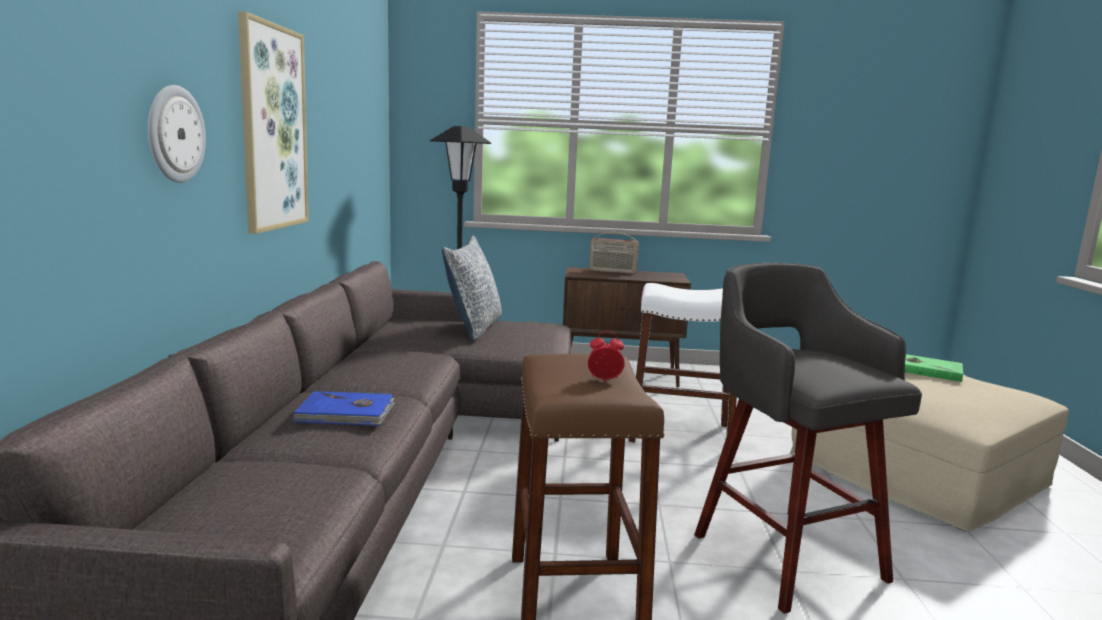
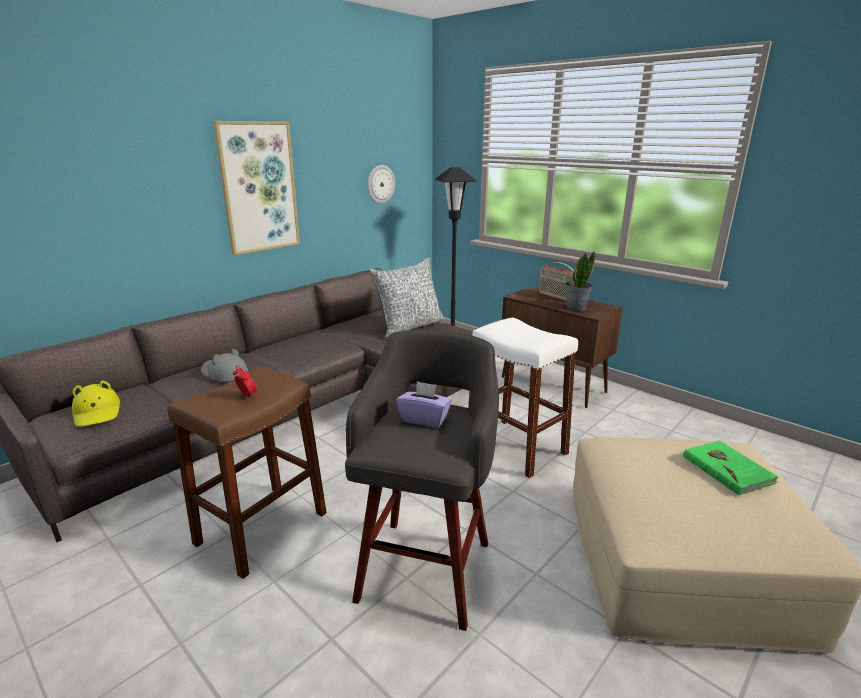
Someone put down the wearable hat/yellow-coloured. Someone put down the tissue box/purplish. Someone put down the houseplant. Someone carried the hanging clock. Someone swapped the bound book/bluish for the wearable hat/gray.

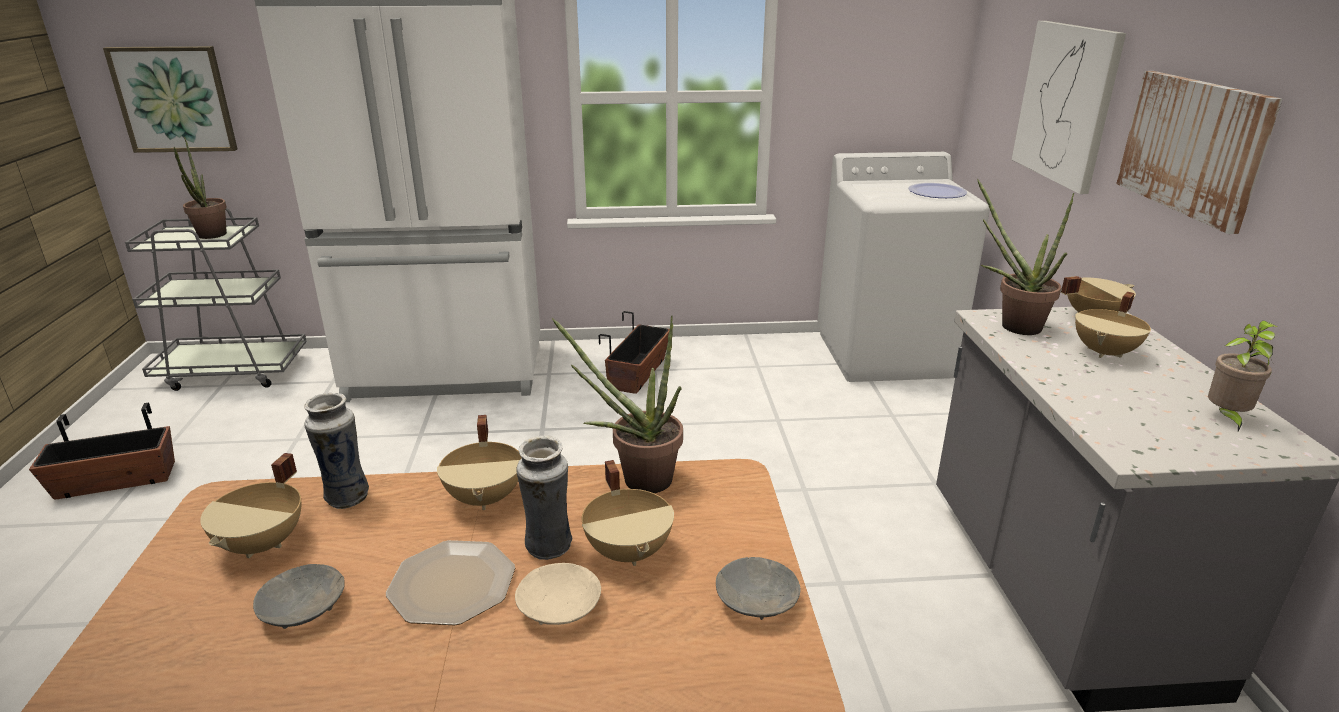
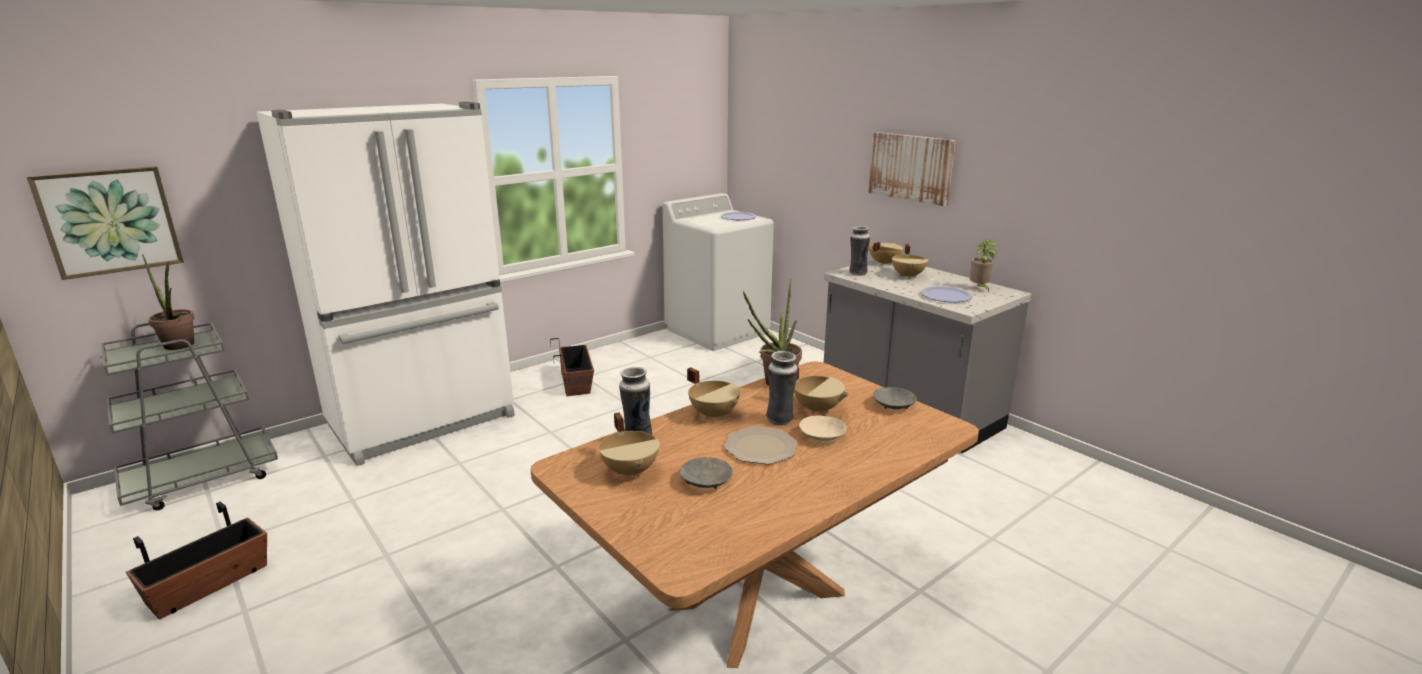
Someone took away the wall picture (2nd from left). Someone put down the plate (3rd from left). Someone swapped the houseplant (3rd from left) for the flower vase (3rd from left).

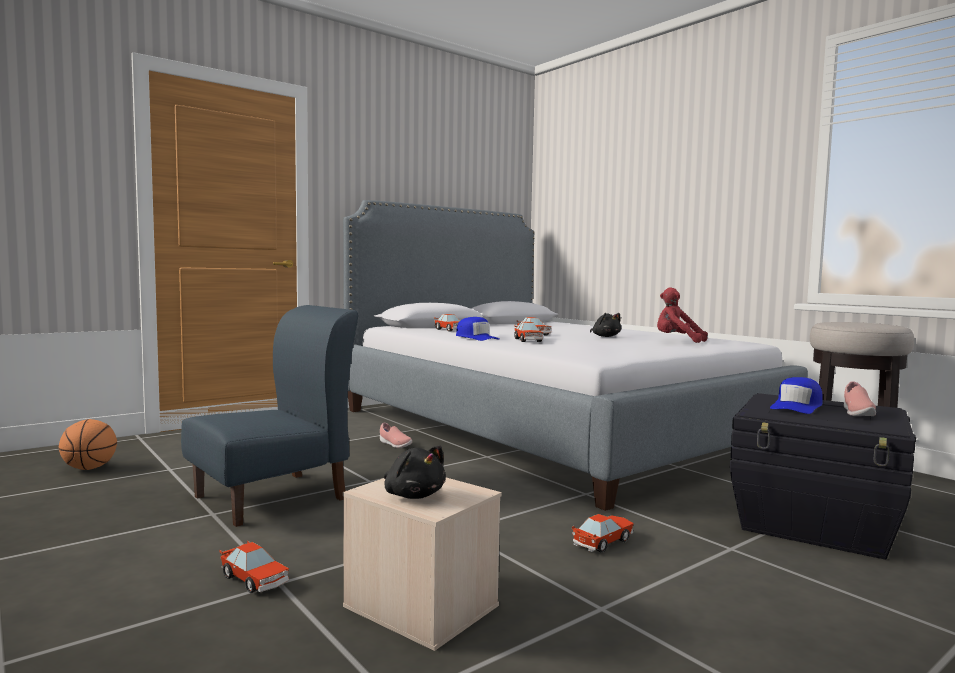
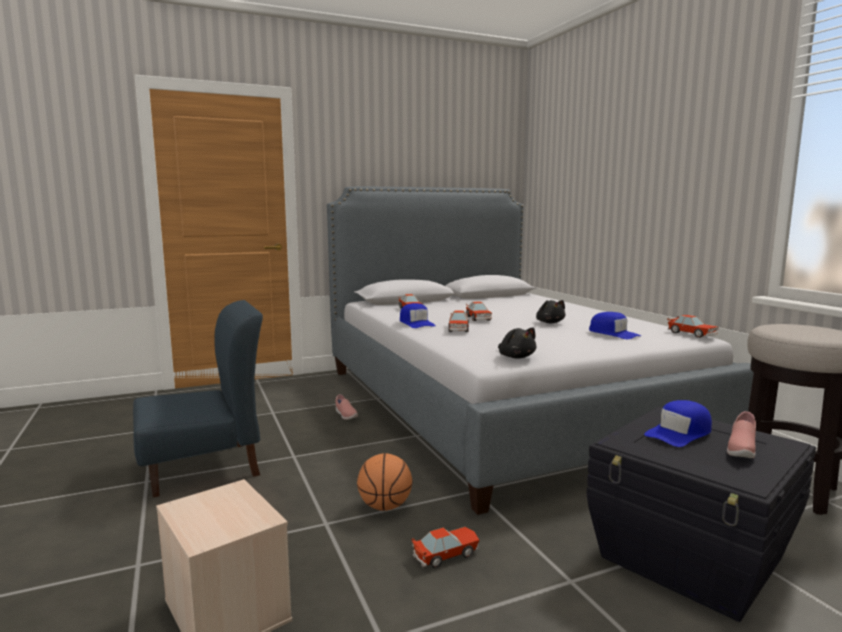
Someone carried the basketball ball. Someone carried the toy car (1st from left in the first image). Someone carried the soft toy/blackish (1st from left). Someone swapped the soft toy/red-coloured for the baseball cap/bluish (2nd from left).

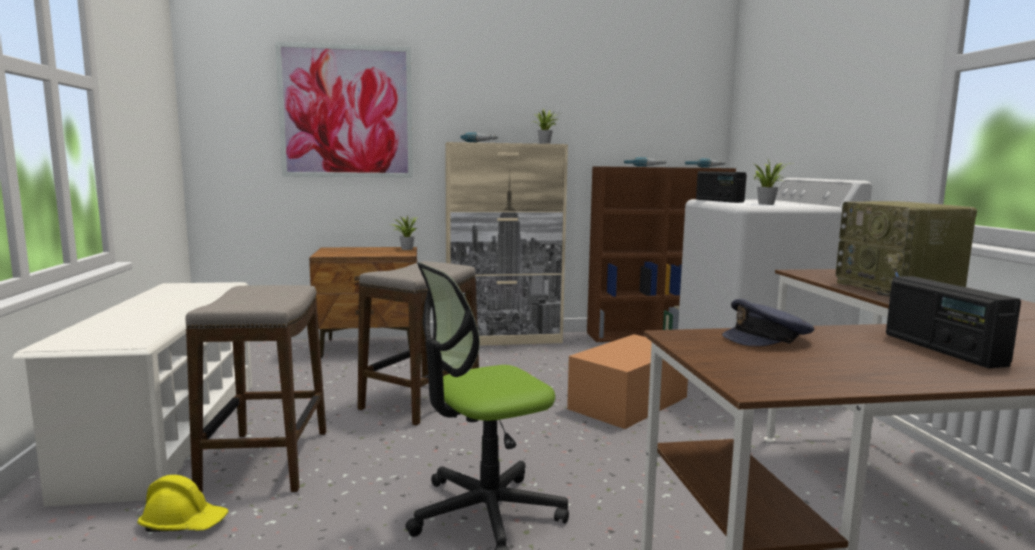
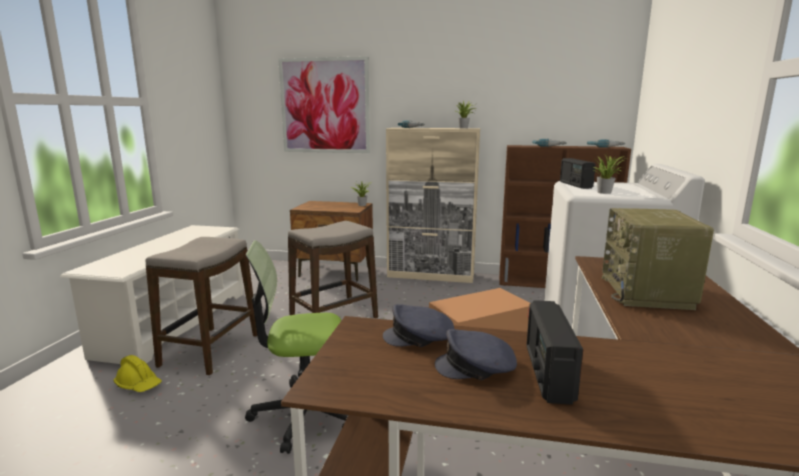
Someone put down the baseball cap/gray (2nd from left).

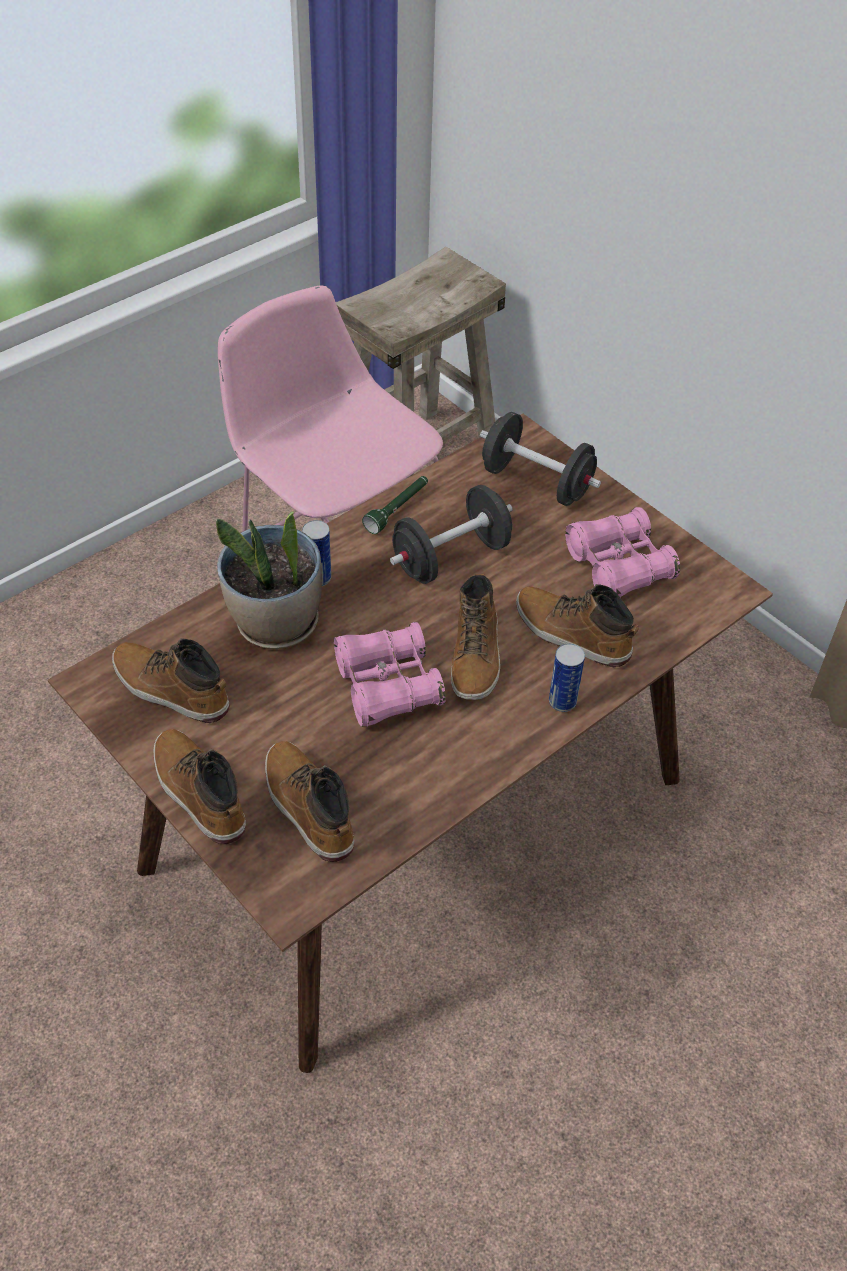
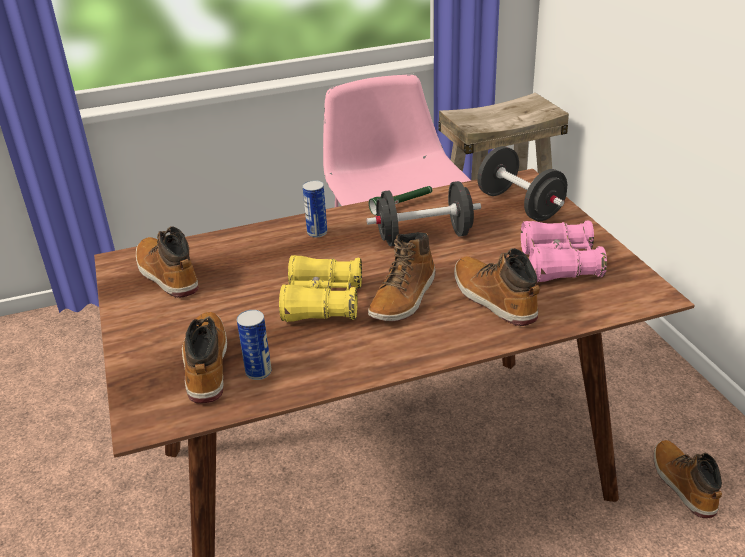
Someone took away the houseplant. Someone carried the boot (2nd from left in the first image). Someone carried the sealed can (2nd from left in the first image). Someone repainted the pair of binoculars/pinkish (1st from left), which became the pair of binoculars/yellow-coloured.

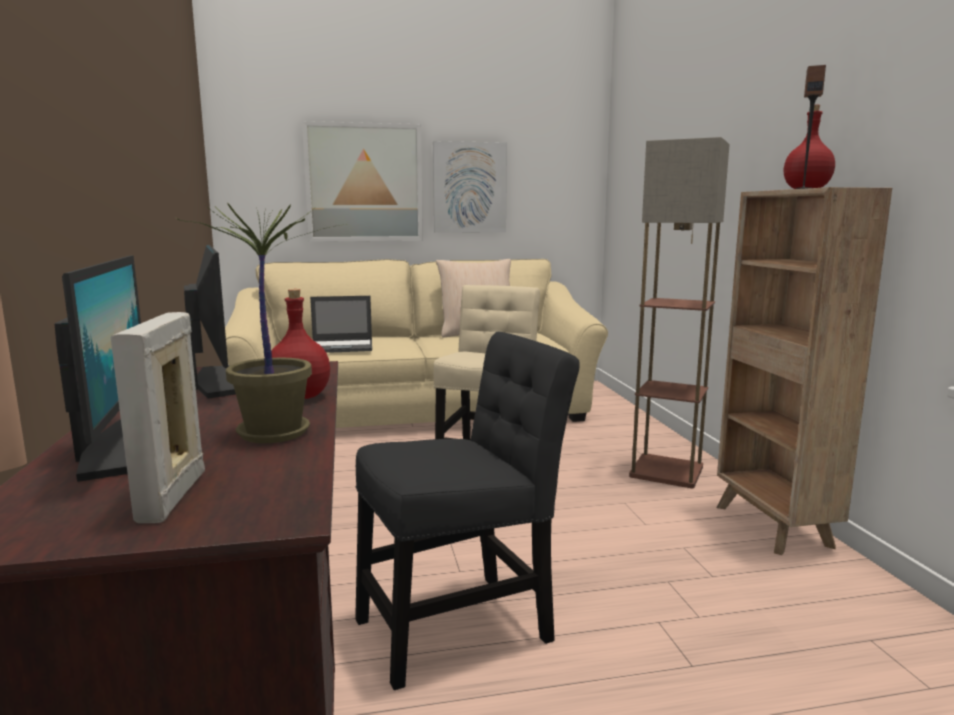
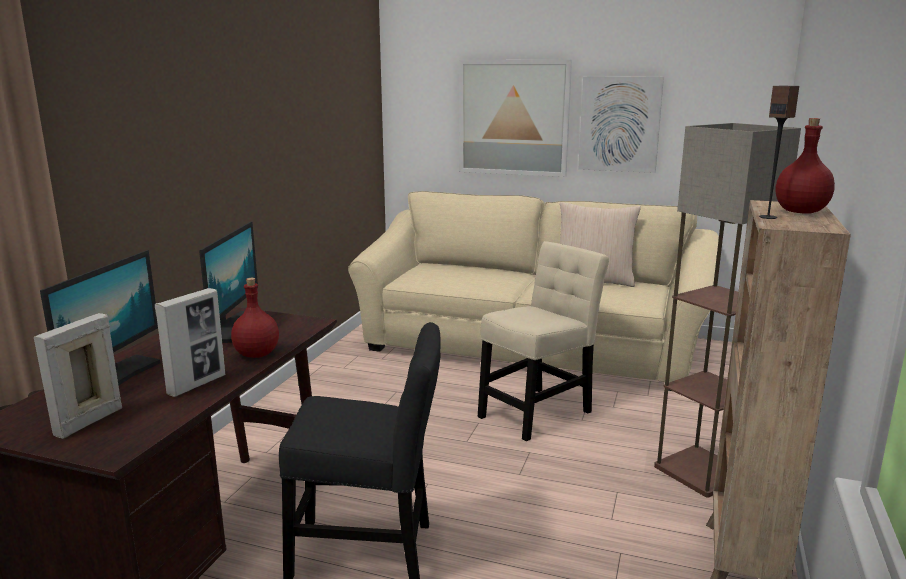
Someone took away the notebook computer. Someone swapped the houseplant for the photo frame (2nd from left).

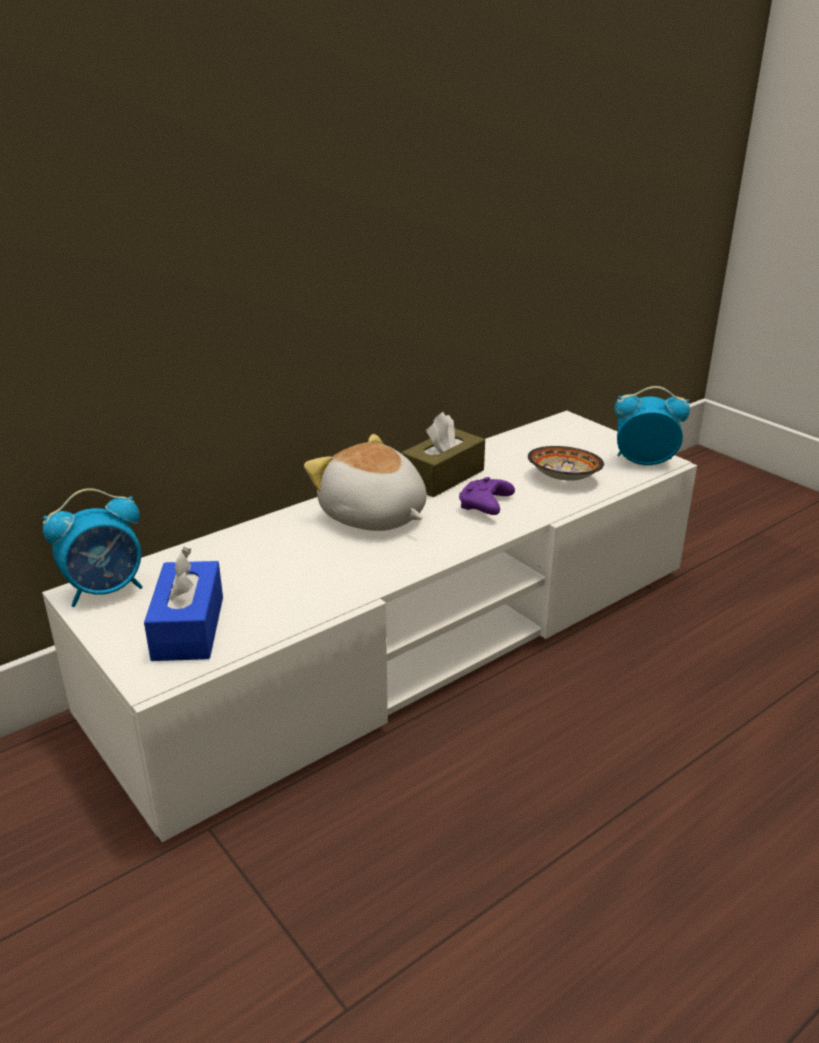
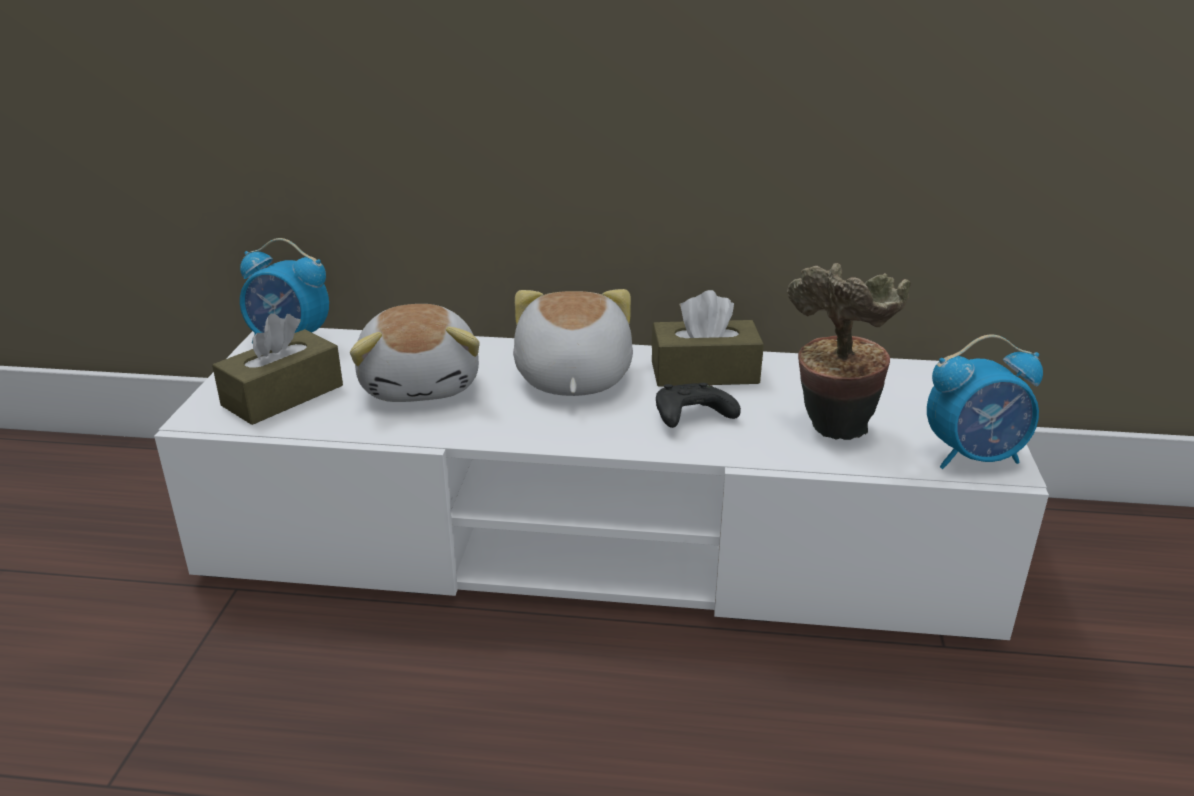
Someone put down the soft toy (1st from left). Someone swapped the deep dish for the houseplant. Someone repainted the tissue box/bluish, which became the tissue box/brown-coloured (1st from left). Someone repainted the joypad/purplish, which became the joypad/blackish. Someone rotated the alarm clock (2nd from left) by 120 degrees clockwise.

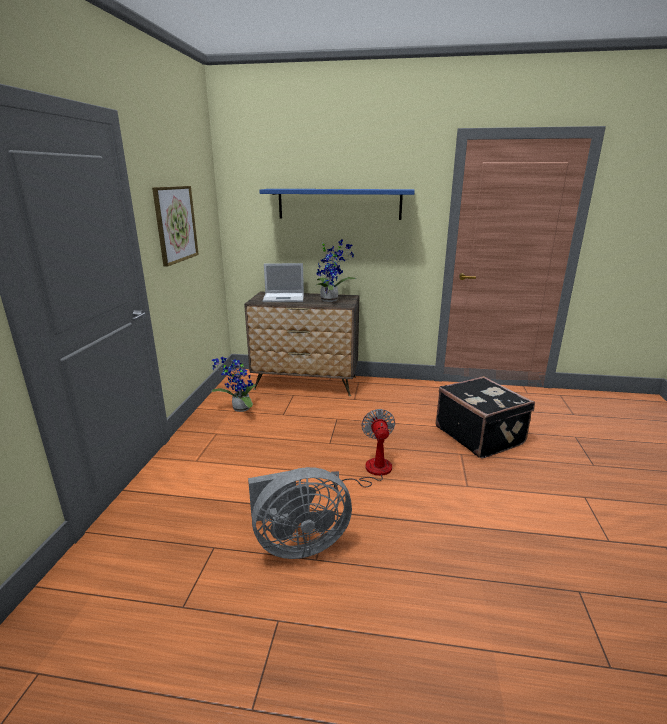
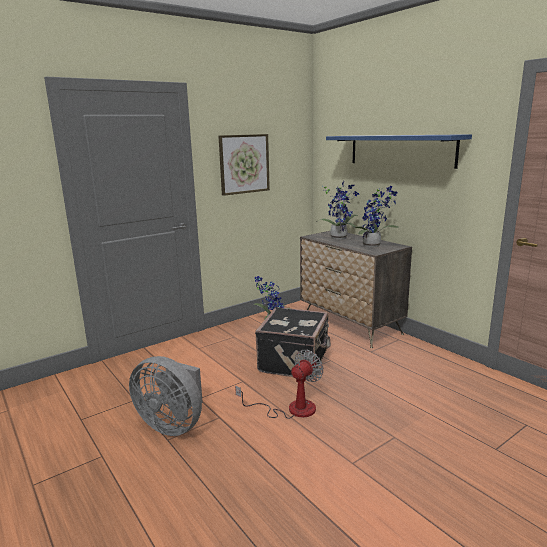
Someone carried the suitcase/blackish. Someone swapped the notebook computer for the houseplant (2nd from left).

